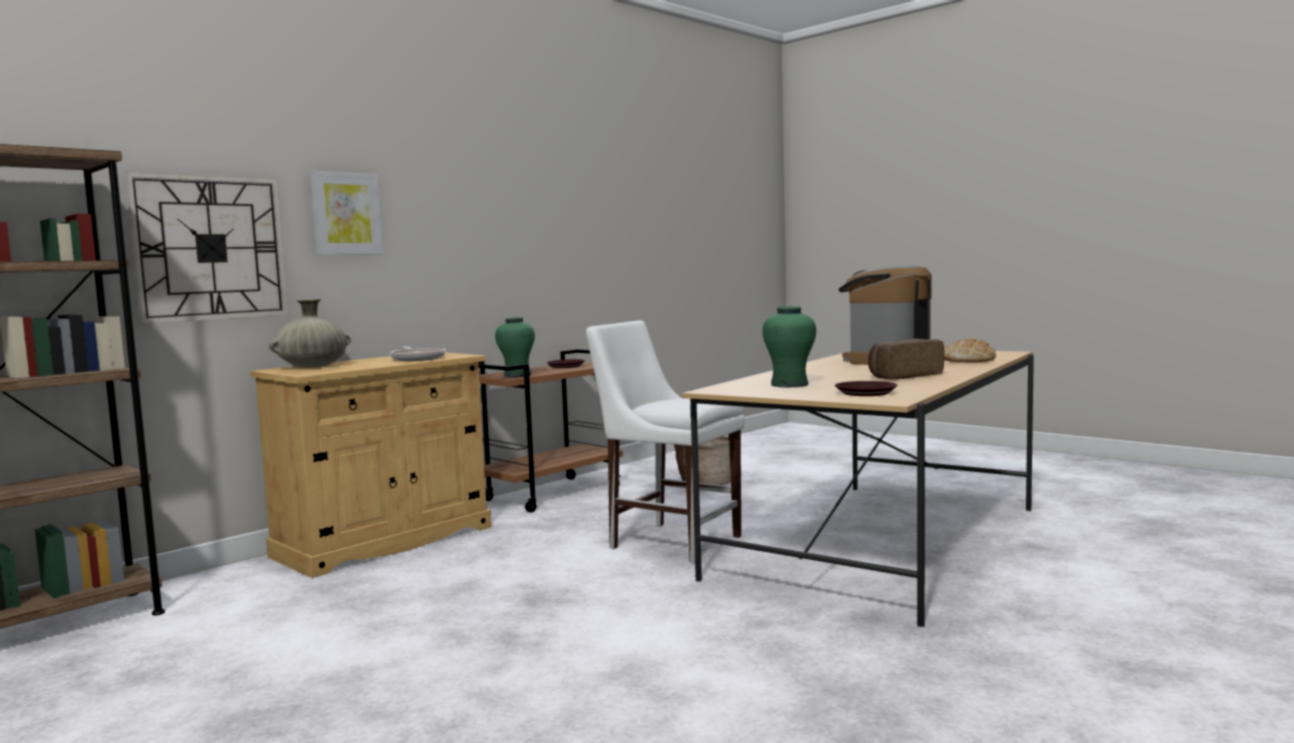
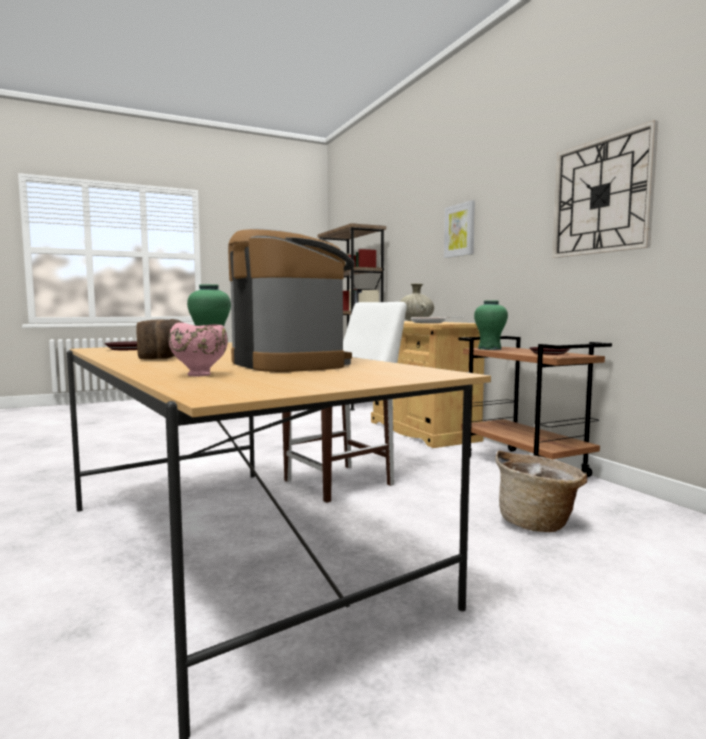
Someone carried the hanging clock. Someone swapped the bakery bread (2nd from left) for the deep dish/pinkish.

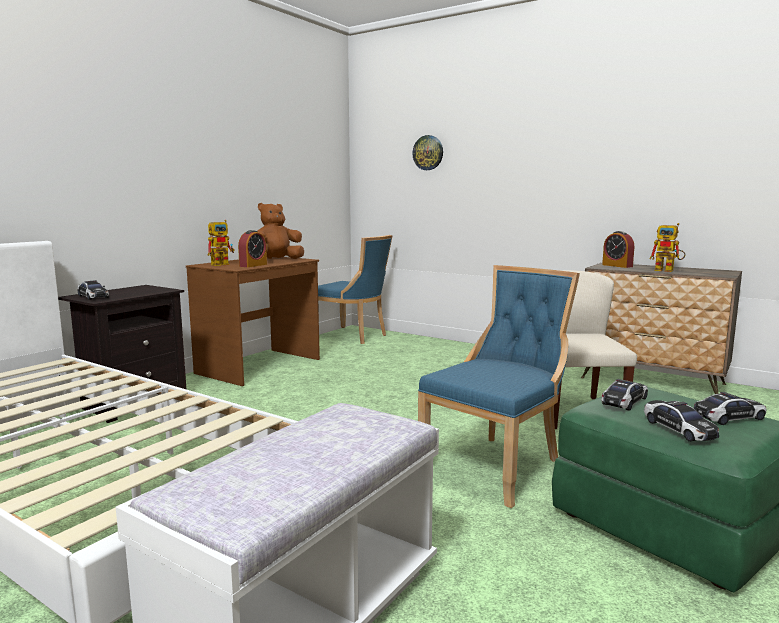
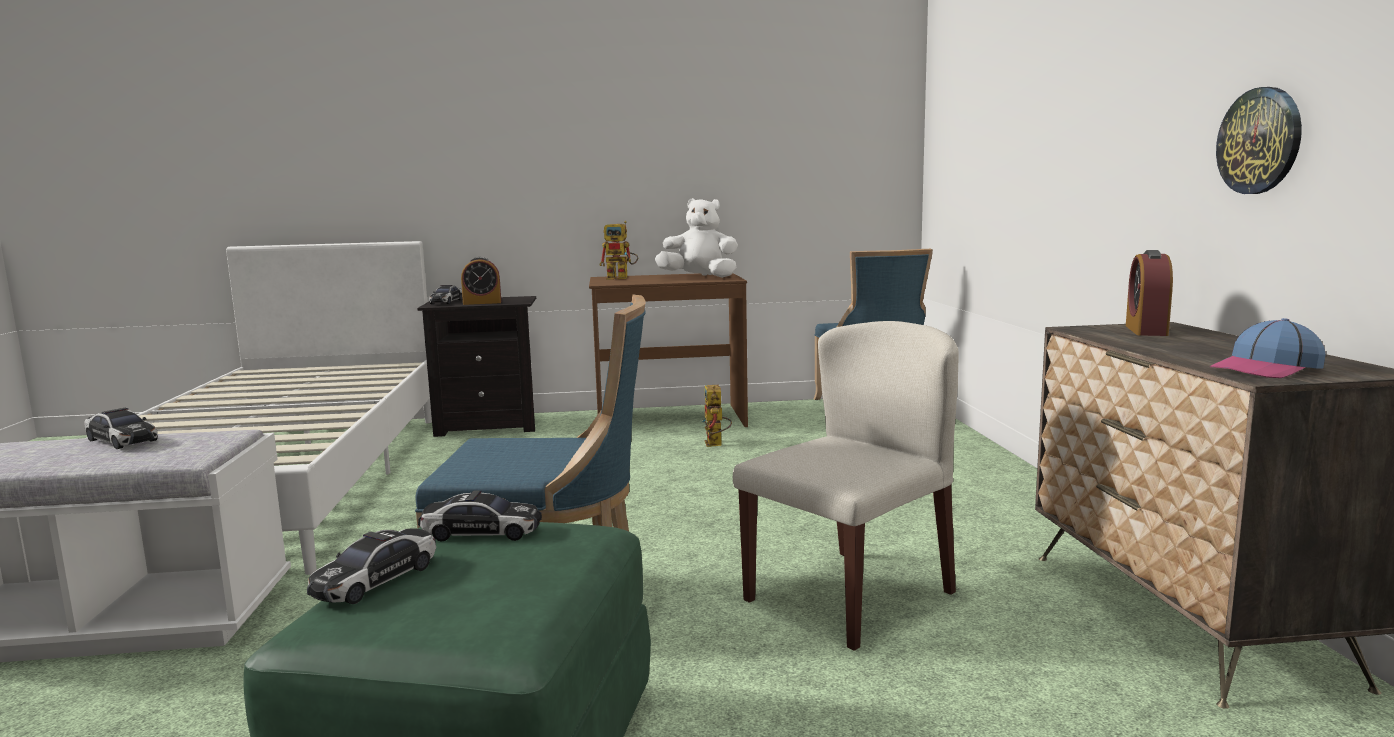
Someone put down the baseball cap. Someone carried the alarm clock (1st from left). Someone carried the hanging clock. Someone carried the model robot (2nd from left). Someone carried the toy car (4th from left in the first image). Someone repainted the soft toy/brown-coloured, which became the soft toy/whitish.

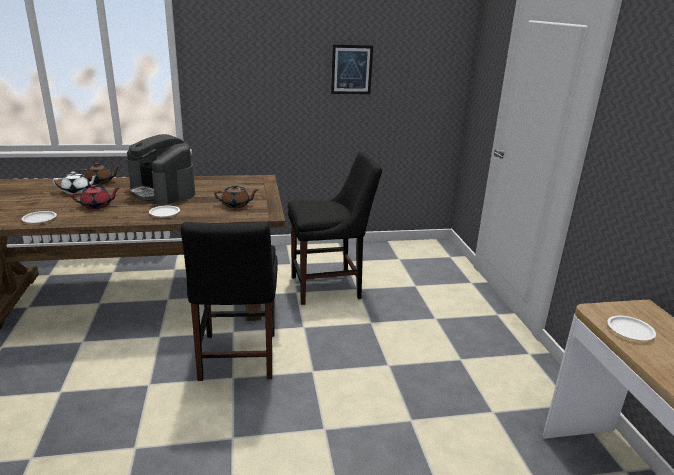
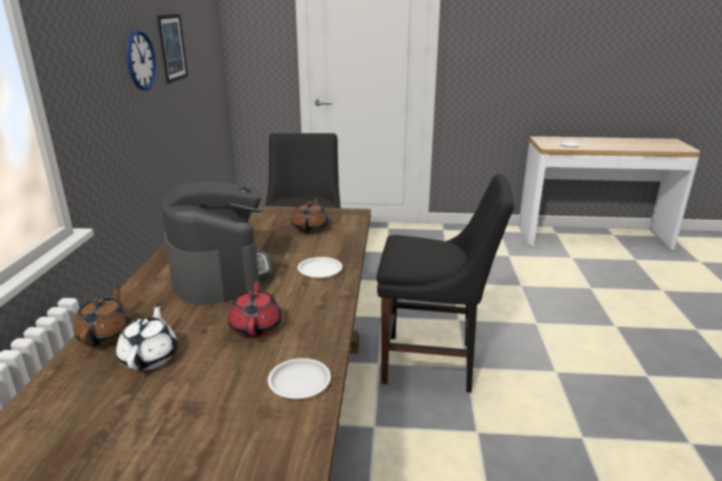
Someone put up the hanging clock. Someone rotated the coffee brewer by 75 degrees counterclockwise.

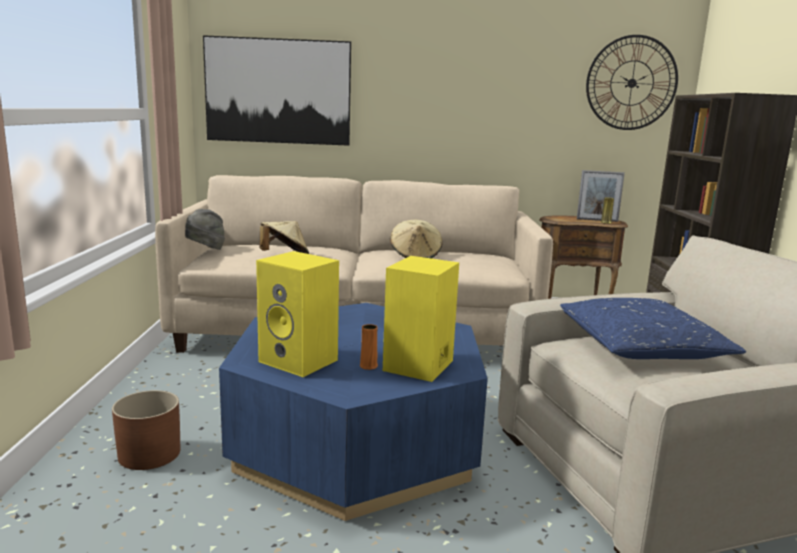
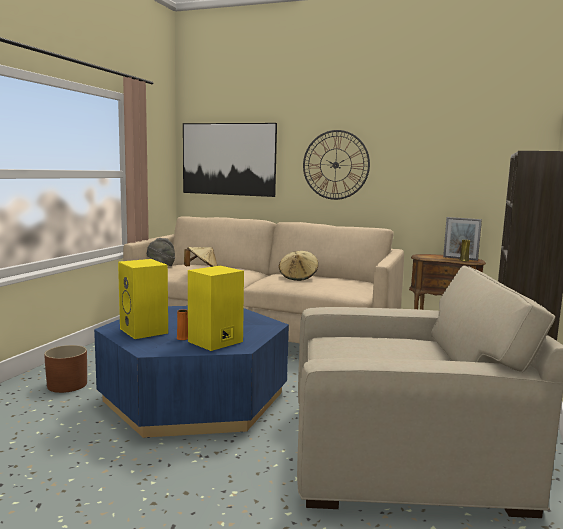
Someone took away the pillow/bluish. Someone carried the hanging clock.

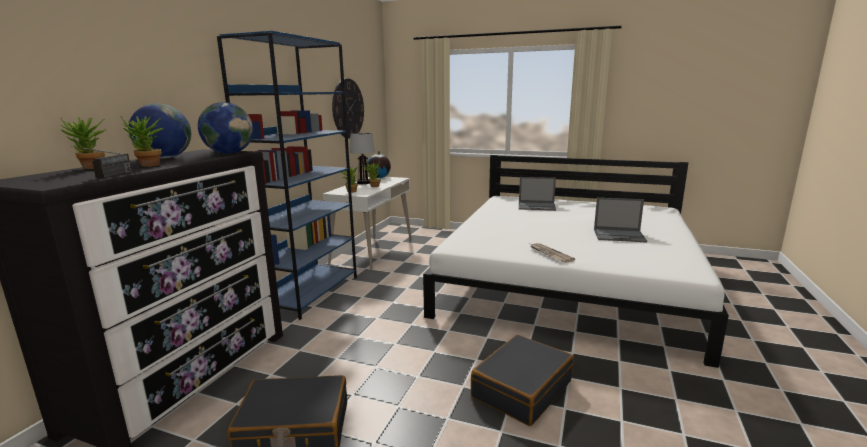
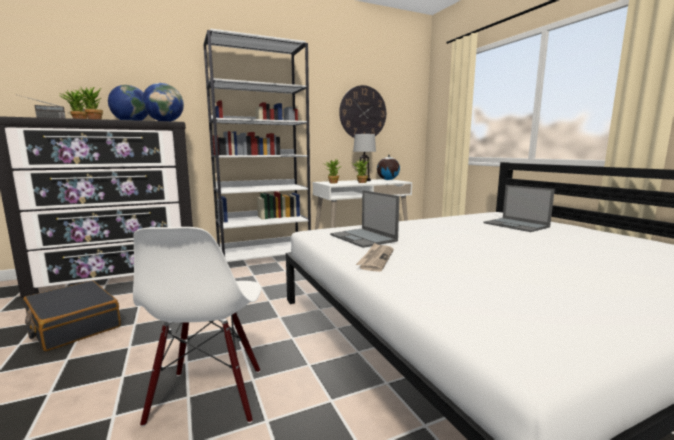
Someone carried the notebook computer (2nd from left in the first image). Someone swapped the suitcase/blackish (2nd from left) for the chair/whitish. Someone repainted the shelving unit/bluish, which became the shelving unit/whitish.

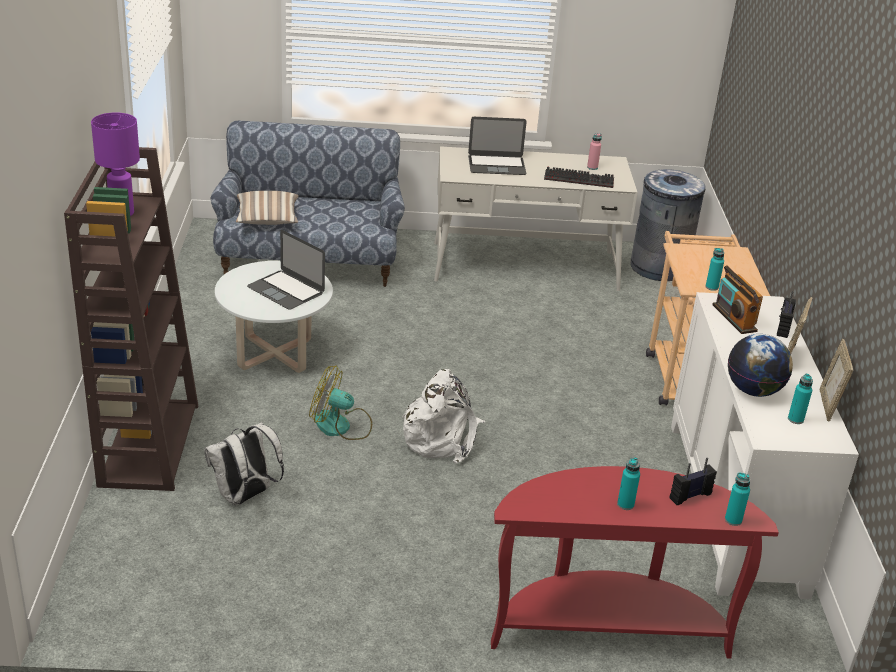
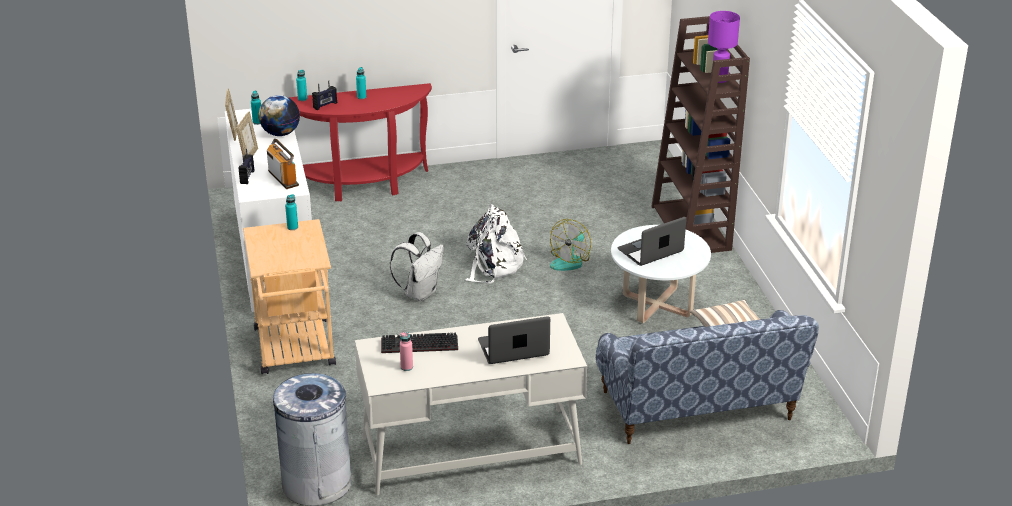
Someone carried the rucksack/whitish (1st from left). Someone rotated the notebook computer (1st from left in the first image) by 60 degrees counterclockwise. Someone rotated the fan by 120 degrees clockwise.

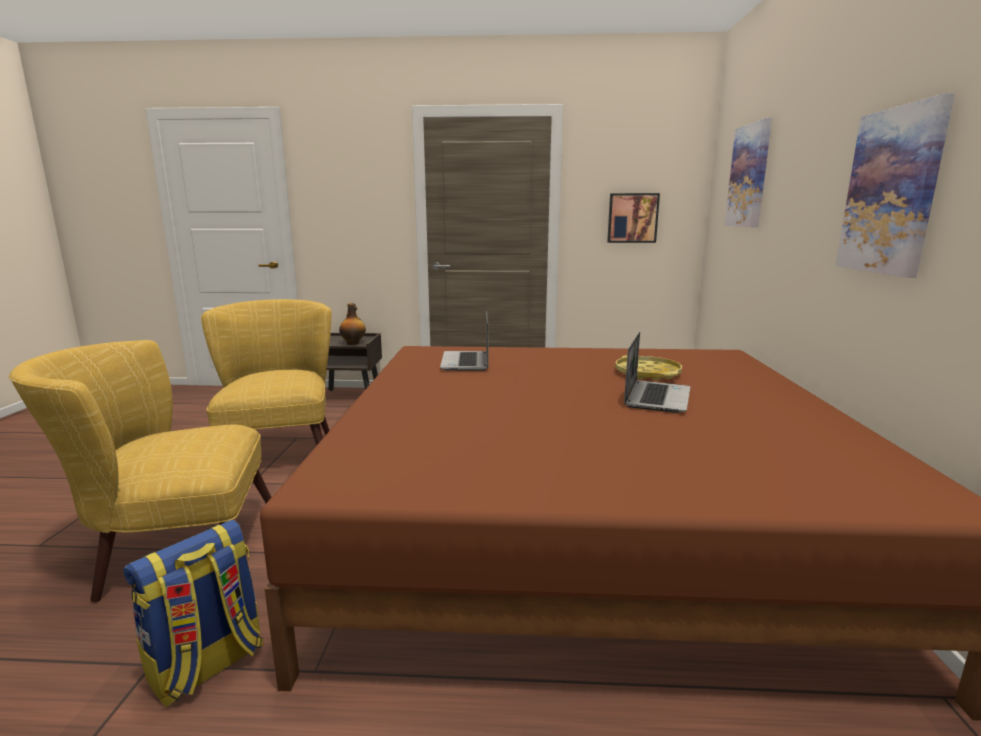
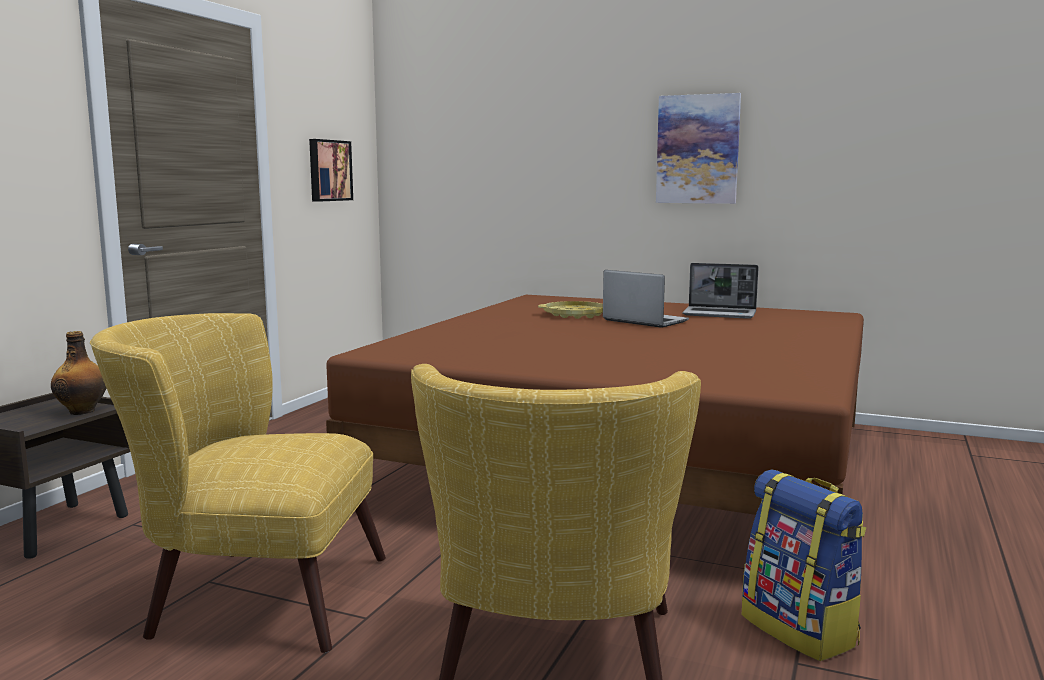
Someone took away the wall picture (2nd from left). Someone carried the notebook computer (1st from left in the first image).

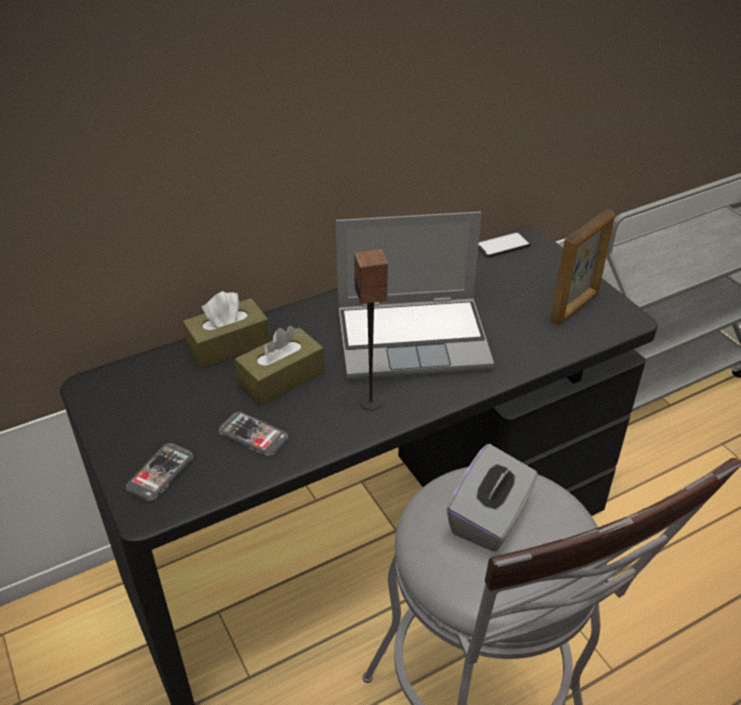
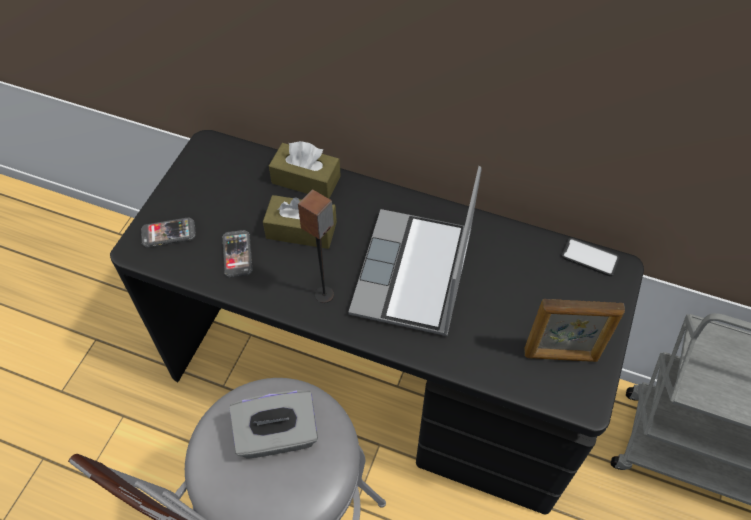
Someone rotated the notebook computer by 60 degrees clockwise.

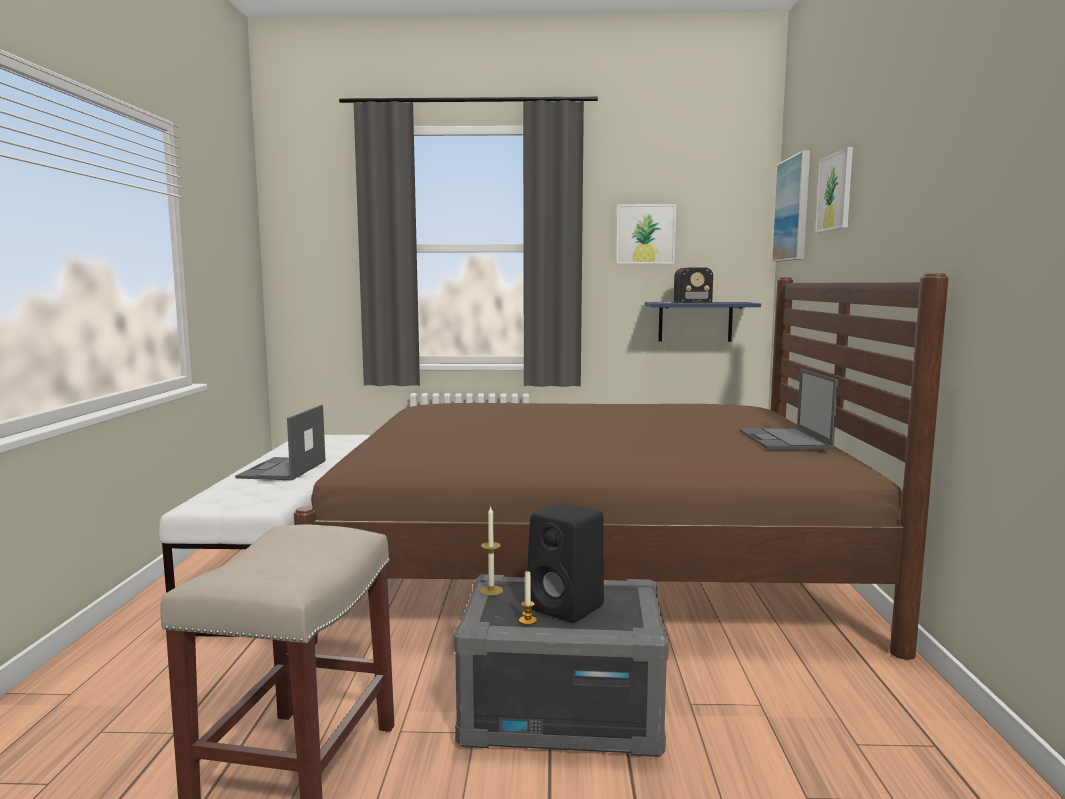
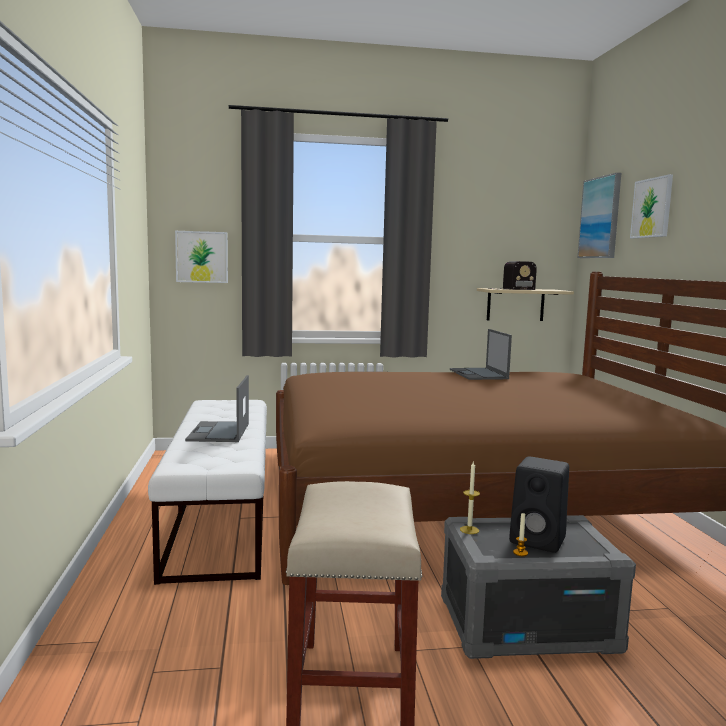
Someone carried the wall picture (1st from left). Someone carried the notebook computer (2nd from left). Someone repainted the wall shelf/bluish, which became the wall shelf/beige-coloured.

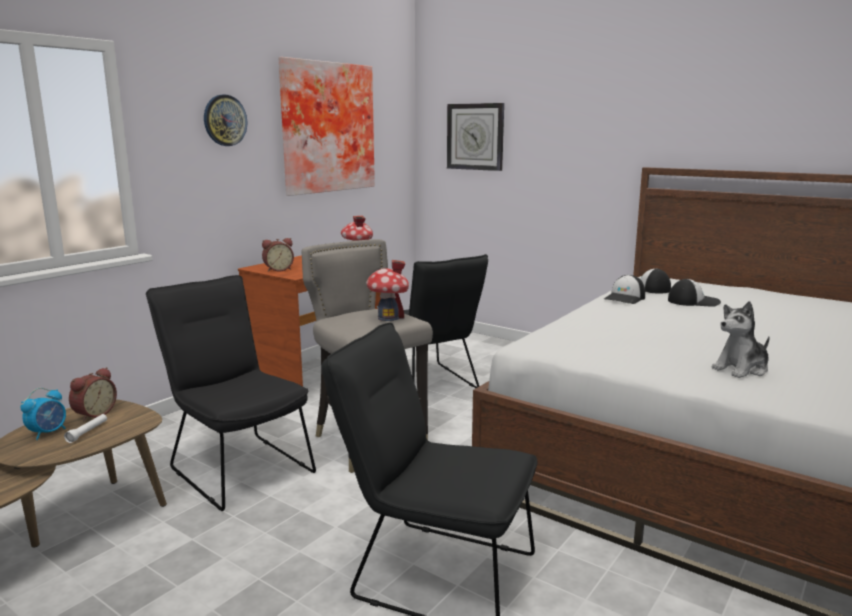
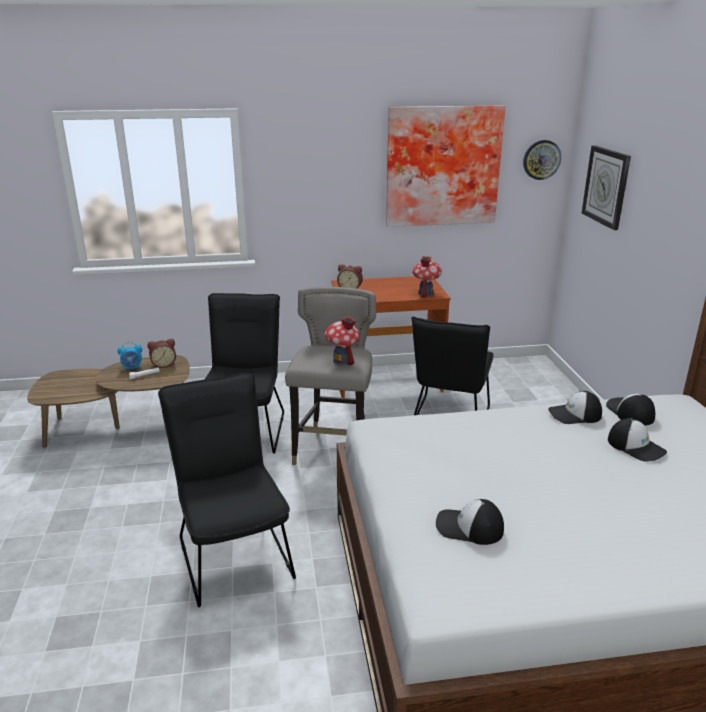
Someone carried the hanging clock (1st from left). Someone swapped the soft toy for the baseball cap (1st from left).

